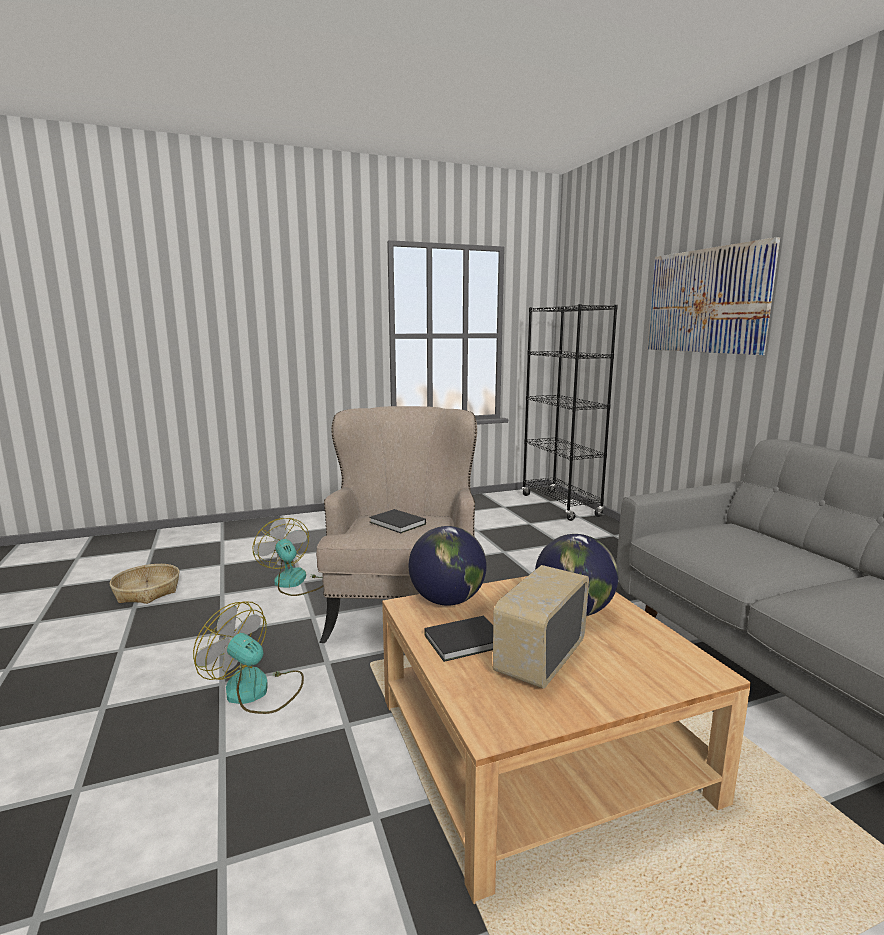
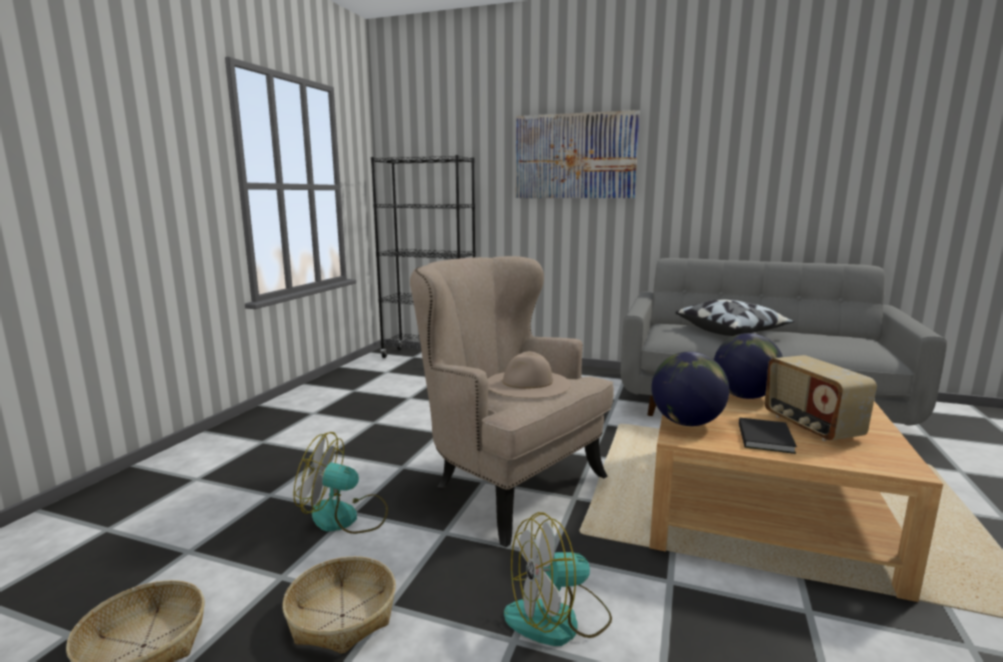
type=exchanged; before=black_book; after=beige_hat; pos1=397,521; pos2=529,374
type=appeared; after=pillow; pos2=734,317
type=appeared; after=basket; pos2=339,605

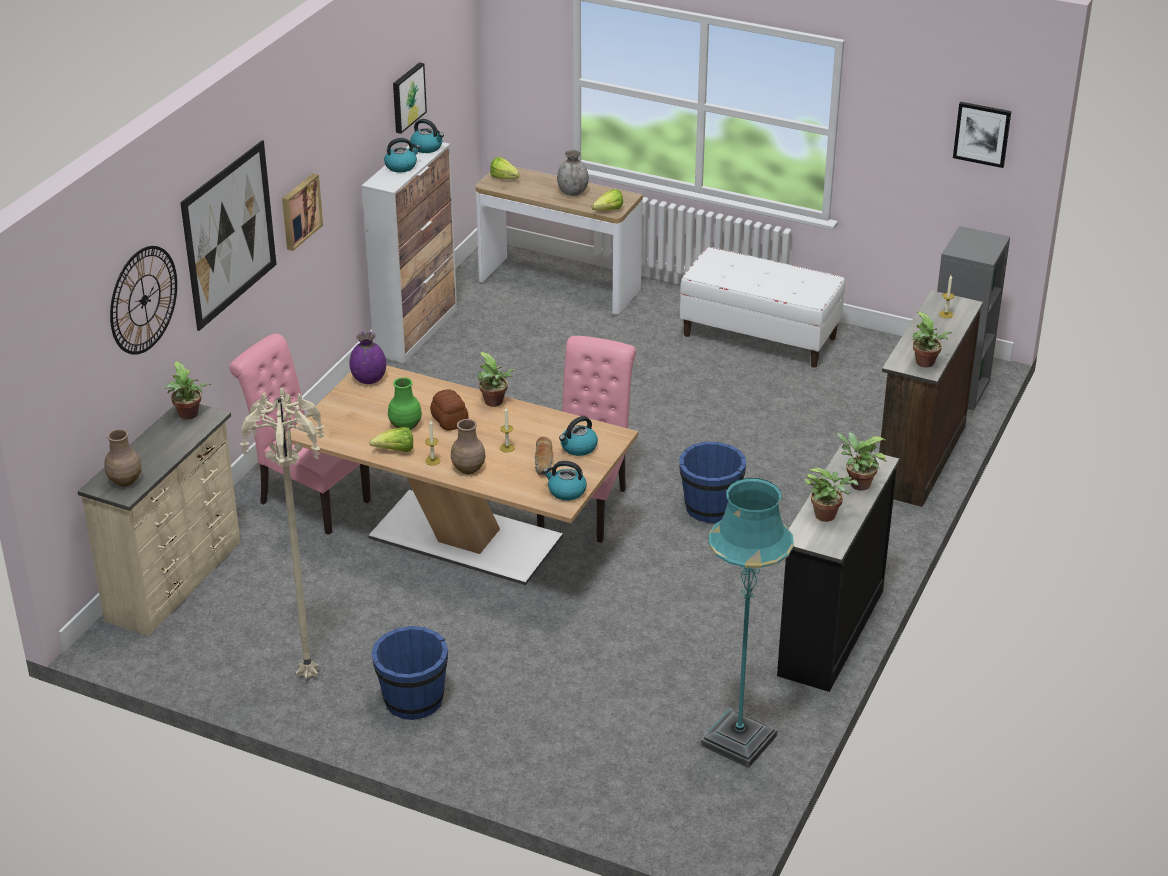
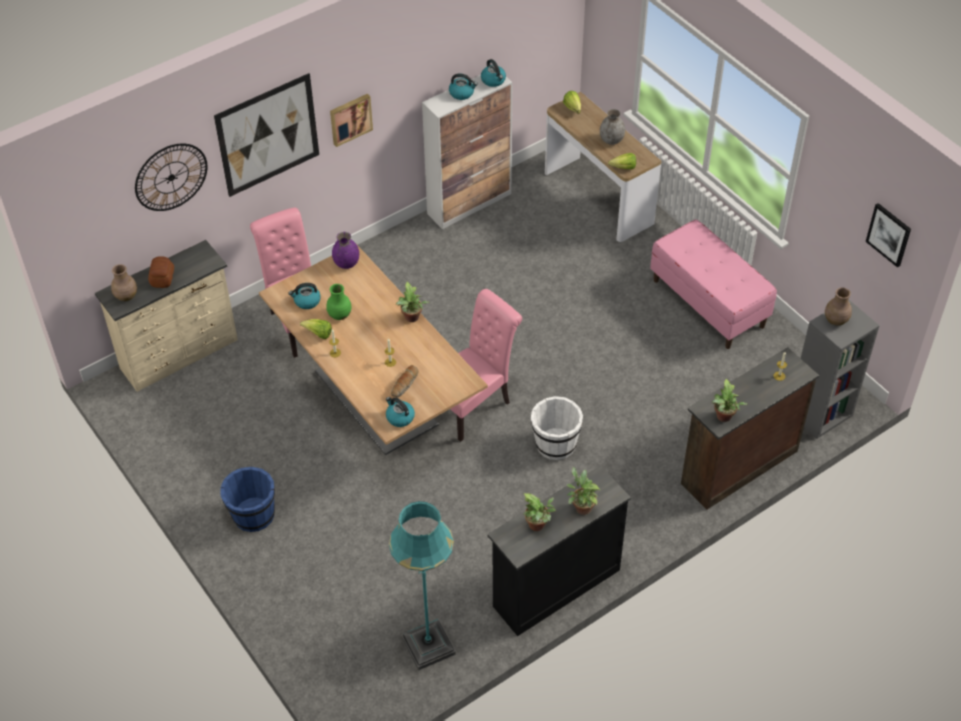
type=missing; before=picture; pos1=410,98
type=colour; before=white_bench; after=pink_bench; pos1=762,307; pos2=713,284
type=missing; before=potted_plant; pos1=188,390
type=missing; before=beige_floor_lamp; pos1=282,534
type=relocated; before=bread; pos1=449,410; pos2=161,272
type=relocated; before=kettle; pos1=578,436; pos2=305,296
type=relocated; before=brown_vase; pos1=468,446; pos2=838,306
type=colour; before=blue_bucket; after=white_bucket; pos1=712,482; pos2=557,428

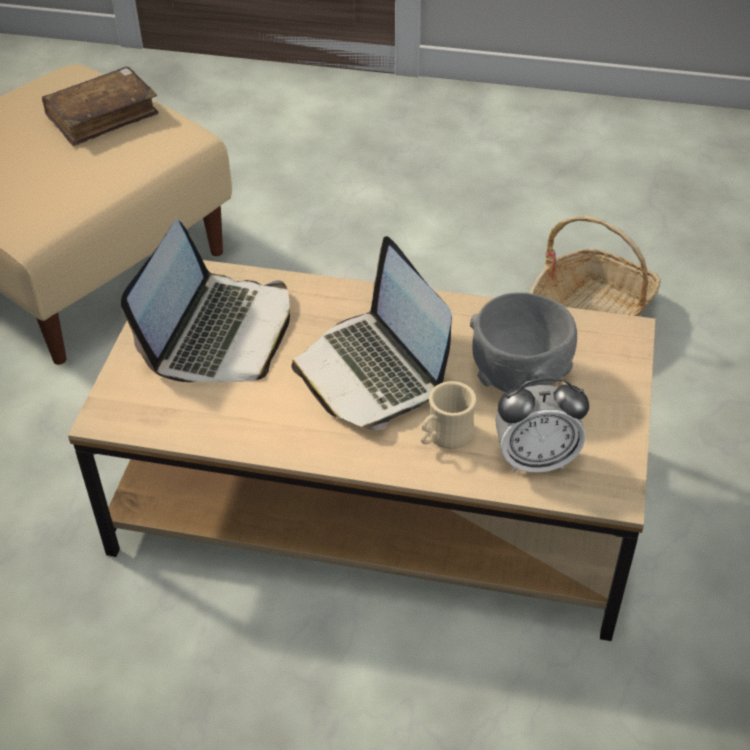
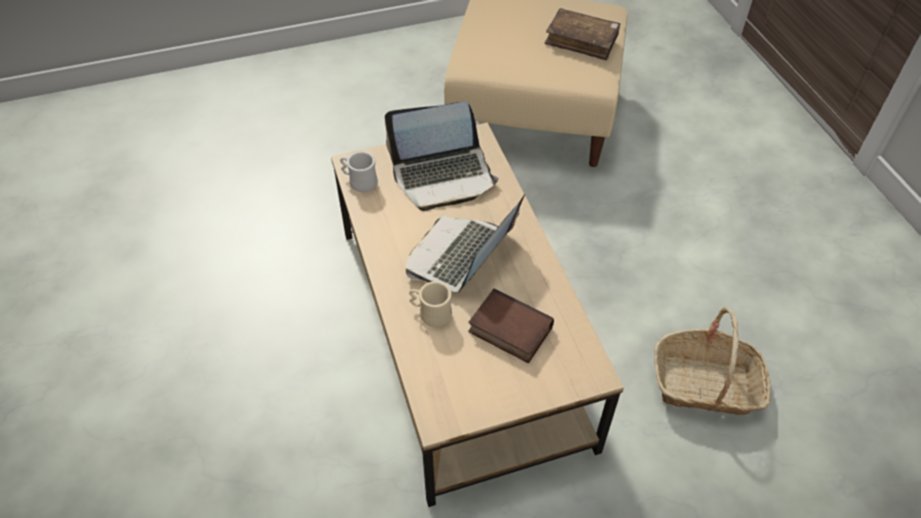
type=exchanged; before=grey_bowl; after=book; pos1=523,342; pos2=511,326
type=missing; before=alarm_clock; pos1=542,425
type=appeared; after=white_mug; pos2=359,171

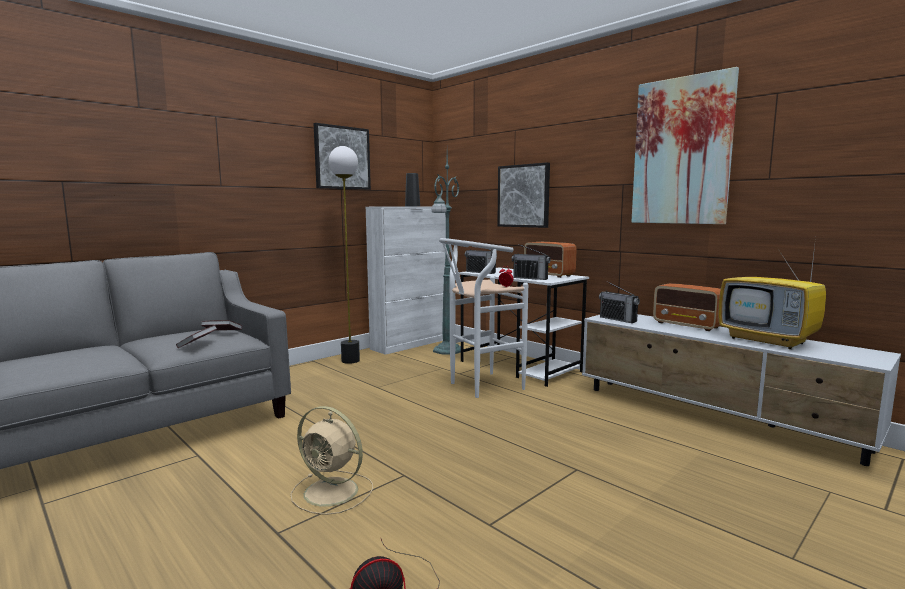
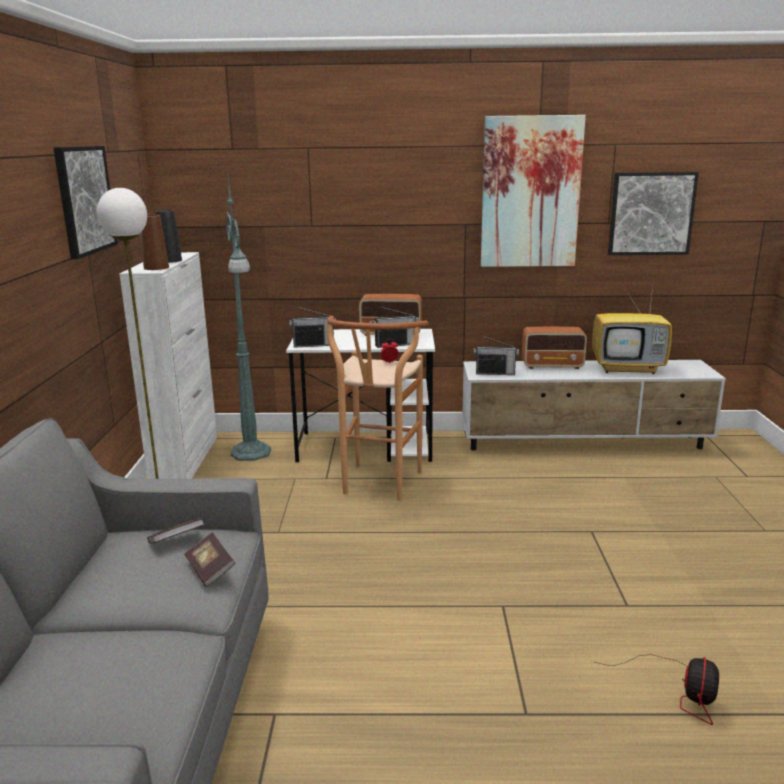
type=relocated; before=picture; pos1=523,195; pos2=653,213
type=colour; before=white_stool; after=brown_stool; pos1=483,318; pos2=377,408
type=missing; before=beige_fan; pos1=331,460
type=appeared; after=brown_vase; pos2=155,242

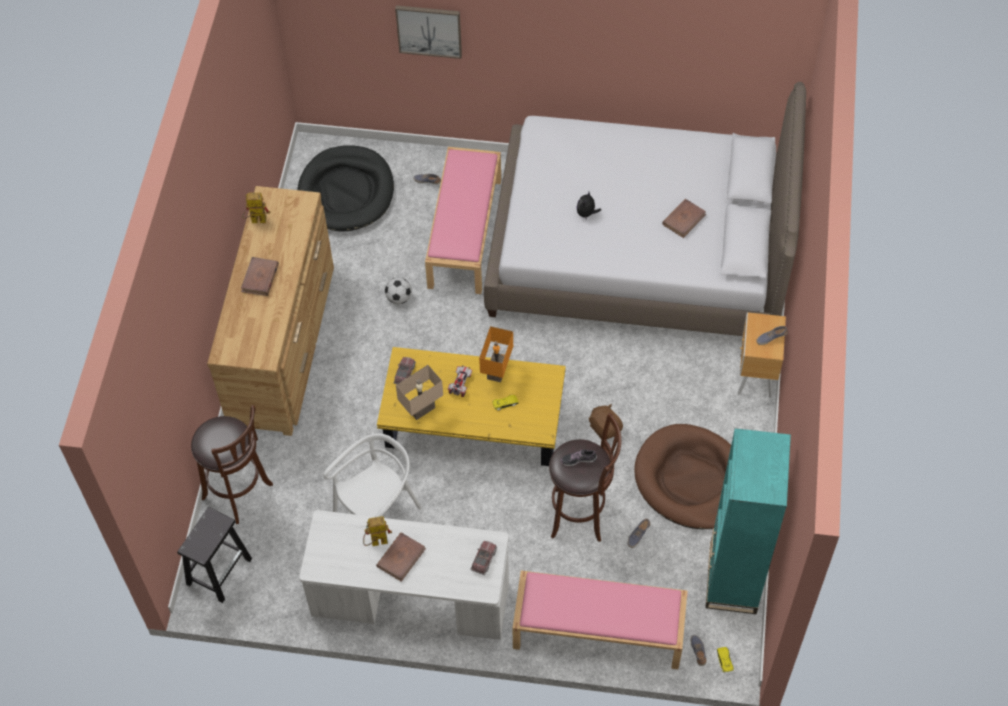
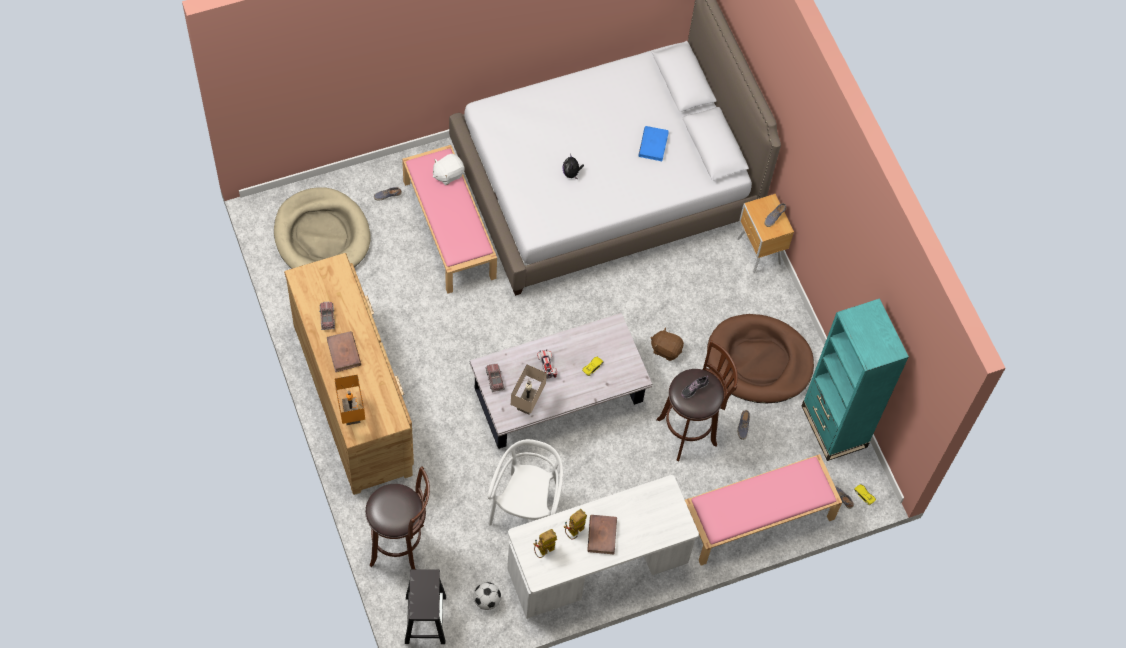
type=missing; before=picture; pos1=428,32
type=colour; before=black_dog_bed; after=beige_dog_bed; pos1=345,188; pos2=322,228
type=relocated; before=toy_robot; pos1=256,208; pos2=545,543
type=colour; before=brown_book; after=blue_book; pos1=684,218; pos2=653,143
type=relocated; before=football; pos1=398,290; pos2=487,596
type=relocated; before=orange_table_lamp; pos1=496,354; pos2=350,399
type=colour; before=yellow_coffee_table; after=white_coffee_table; pos1=471,406; pos2=561,381
type=relocated; before=toy_truck; pos1=483,558; pos2=327,316
type=appeared; after=white_plush_toy; pos2=449,169

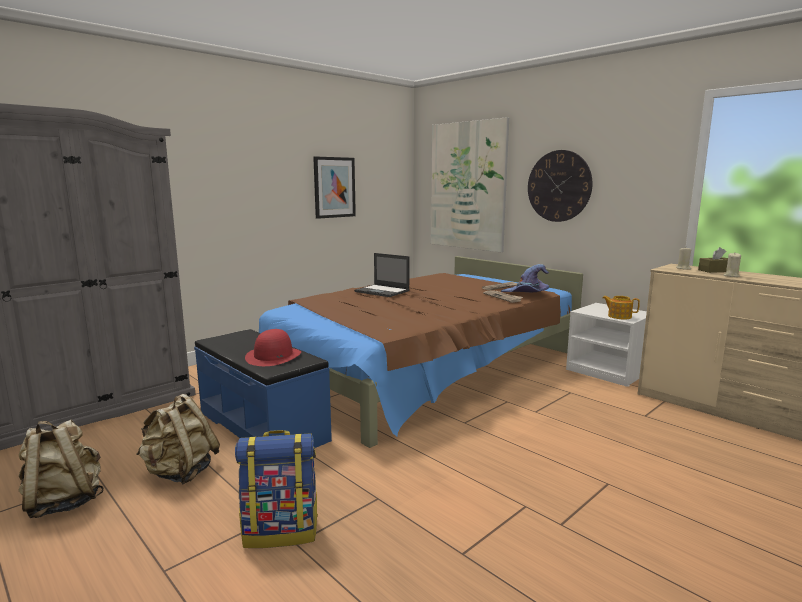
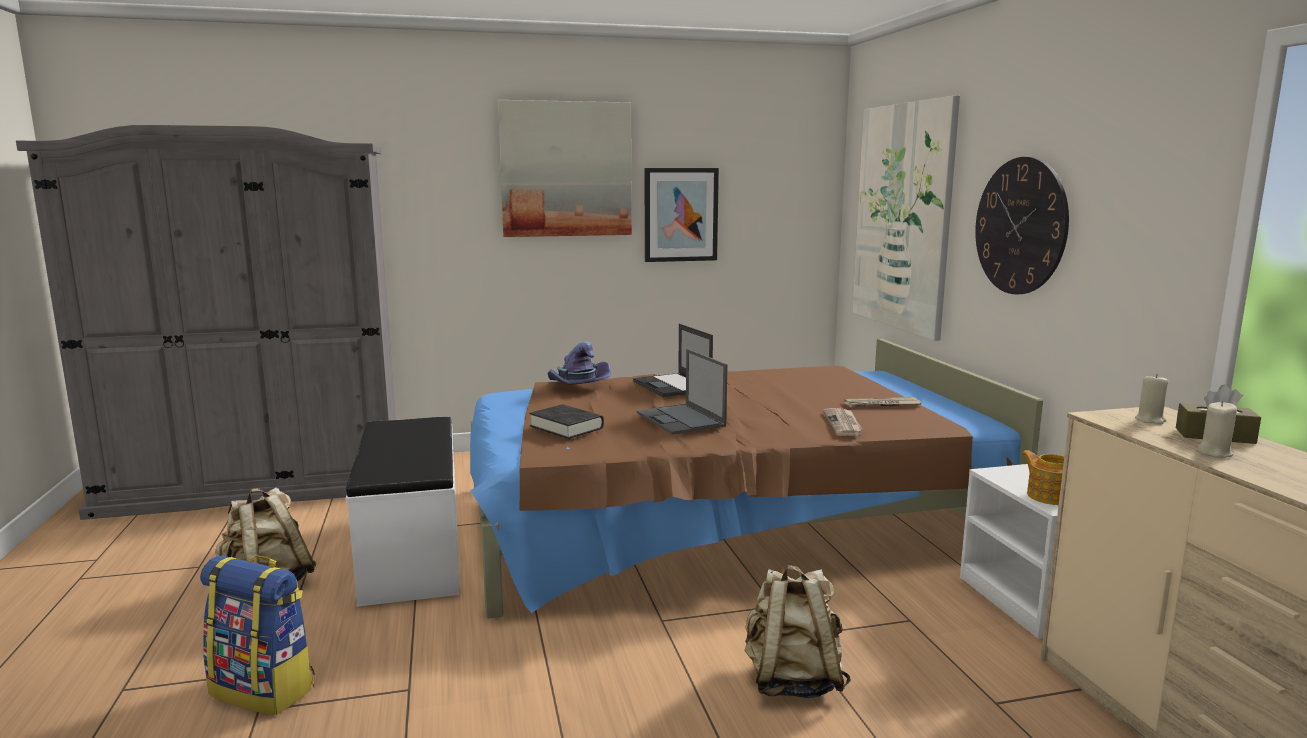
type=relocated; before=purple_hat; pos1=525,278; pos2=579,363
type=colour; before=blue_bench; after=white_bench; pos1=263,388; pos2=403,512
type=missing; before=red_hat; pos1=273,347
type=relocated; before=beige_backpack; pos1=61,468; pos2=797,631
type=appeared; after=picture; pos2=565,168
type=appeared; after=laptop; pos2=682,391
type=appeared; after=black_book; pos2=566,421

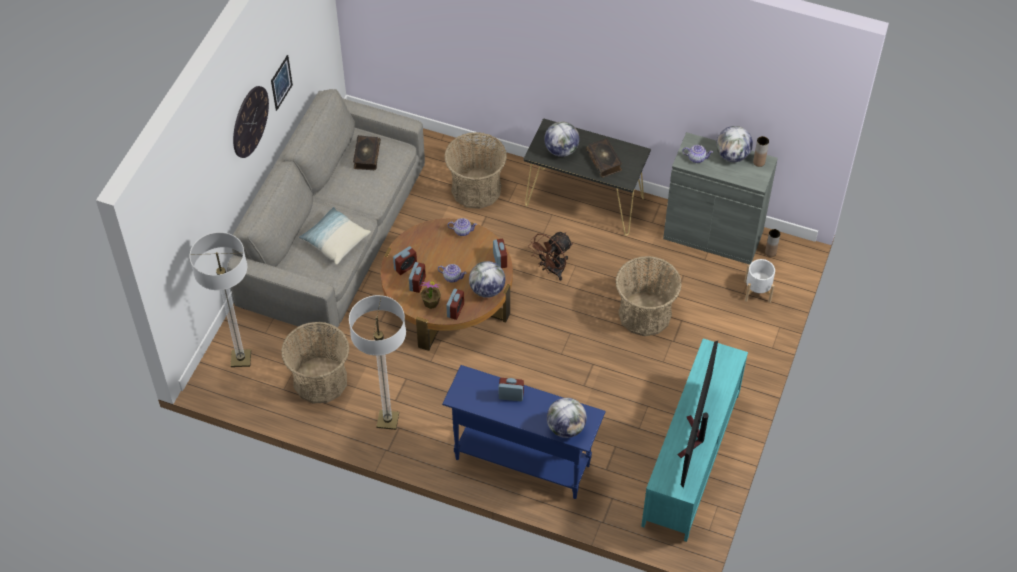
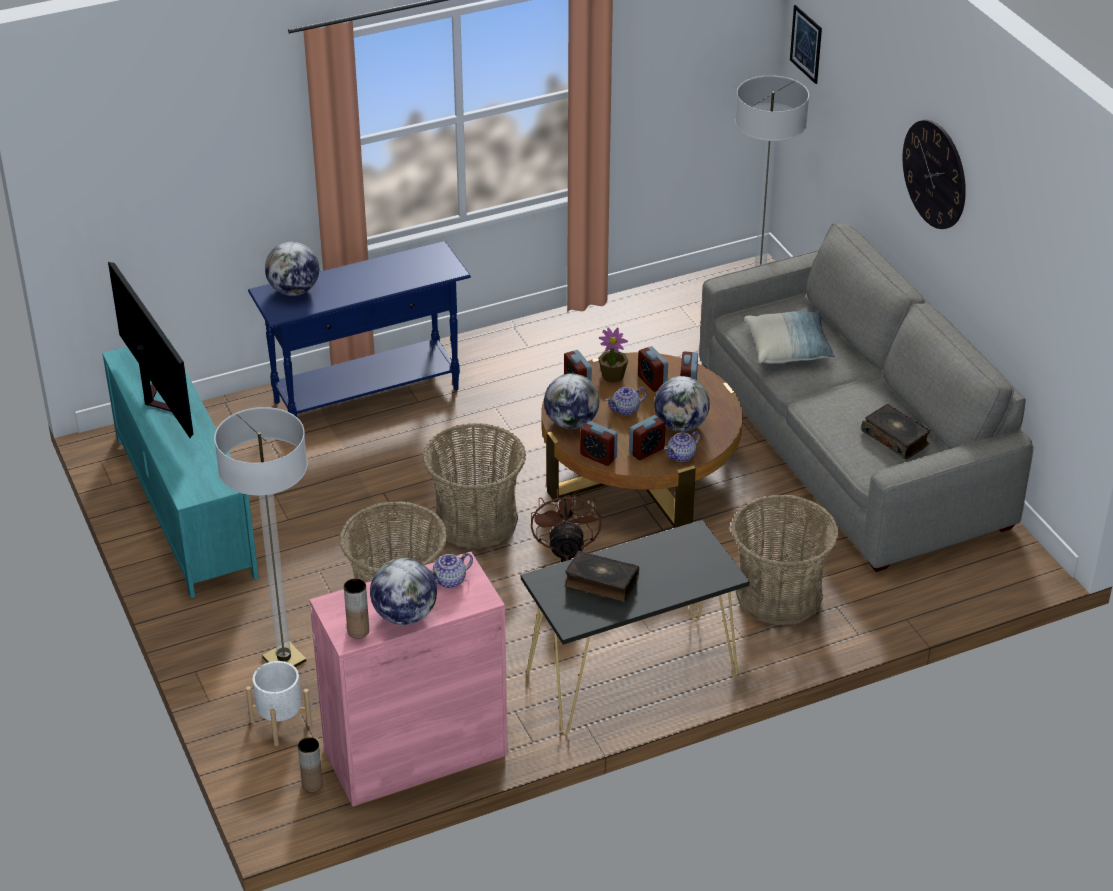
type=relocated; before=picture; pos1=282,83; pos2=806,44
type=relocated; before=globe; pos1=561,139; pos2=682,404
type=colour; before=grey_cabinet; after=pink_cabinet; pos1=720,198; pos2=408,679
type=relocated; before=floor_lamp; pos1=377,362; pos2=261,537
type=relocated; before=basket; pos1=315,362; pos2=474,486
type=relocated; before=alarm_clock; pos1=511,390; pos2=647,437

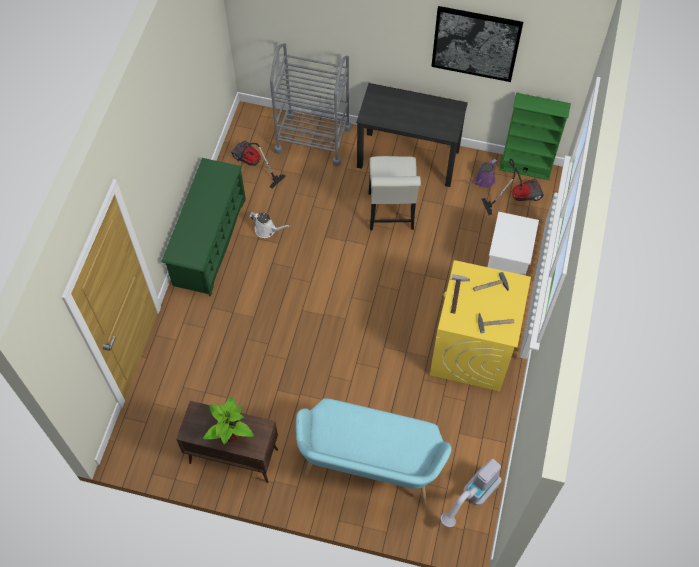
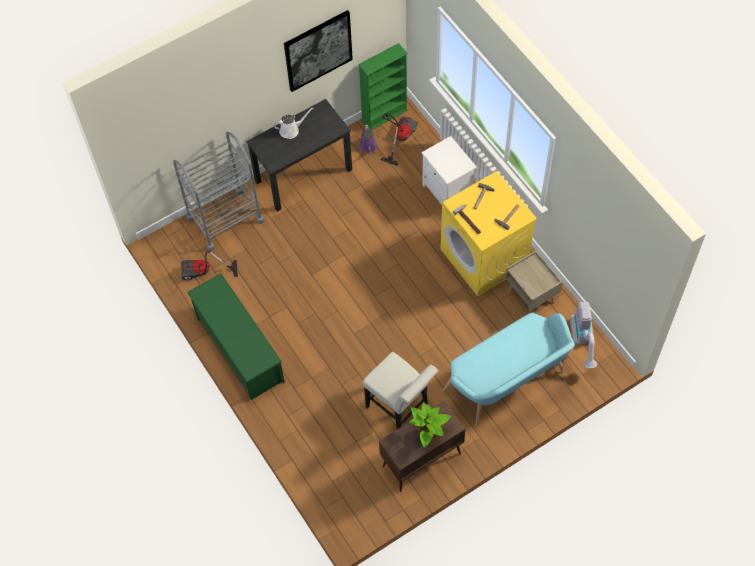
type=relocated; before=white_chair; pos1=394,193; pos2=400,390
type=relocated; before=white_watering_can; pos1=269,225; pos2=294,123
type=appeared; after=beige_nightstand; pos2=533,282

